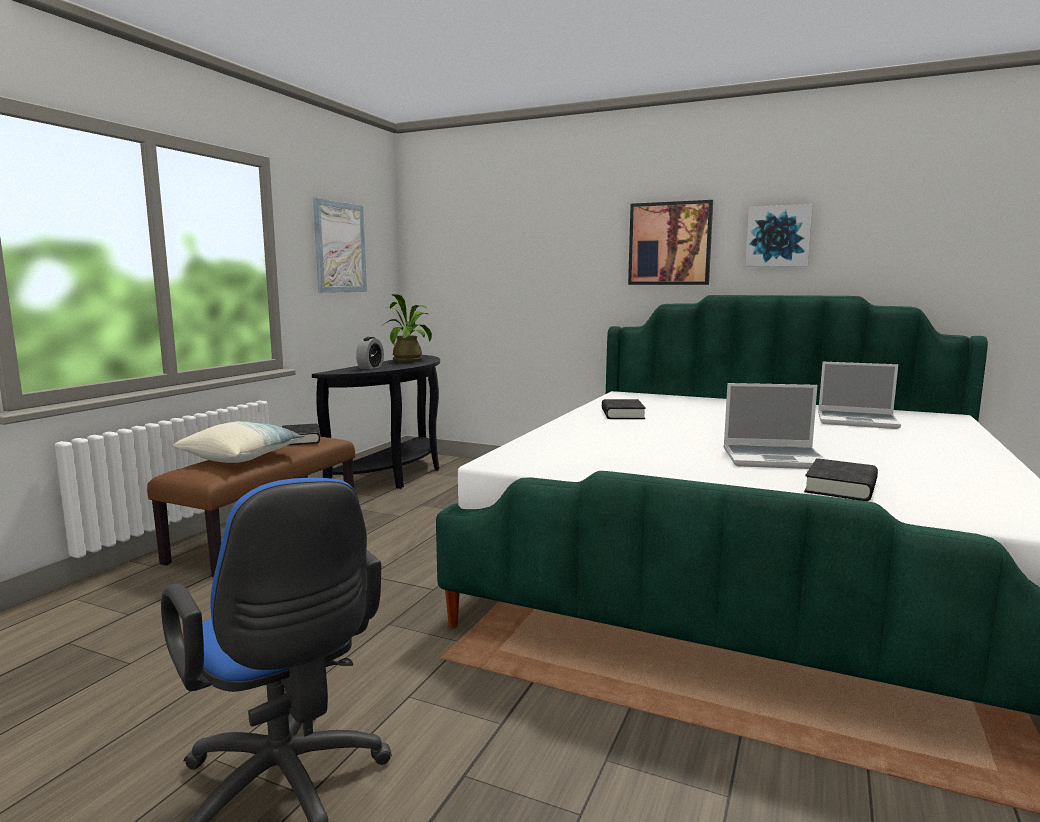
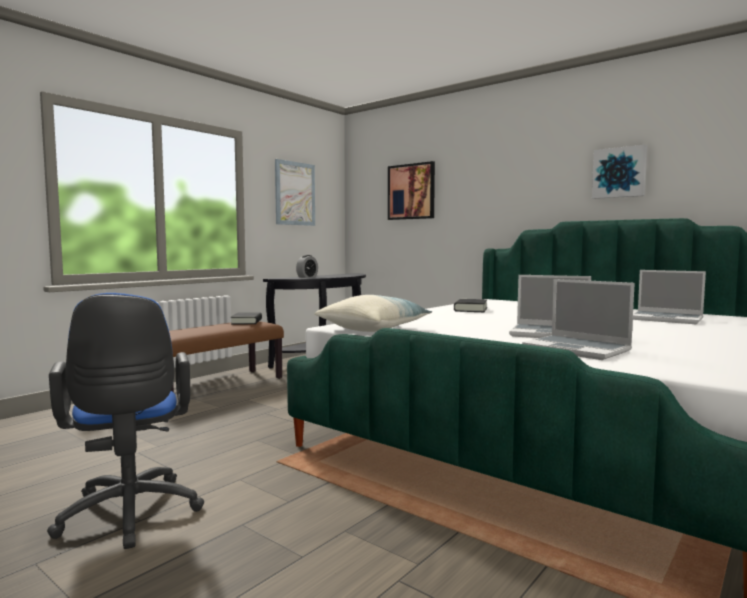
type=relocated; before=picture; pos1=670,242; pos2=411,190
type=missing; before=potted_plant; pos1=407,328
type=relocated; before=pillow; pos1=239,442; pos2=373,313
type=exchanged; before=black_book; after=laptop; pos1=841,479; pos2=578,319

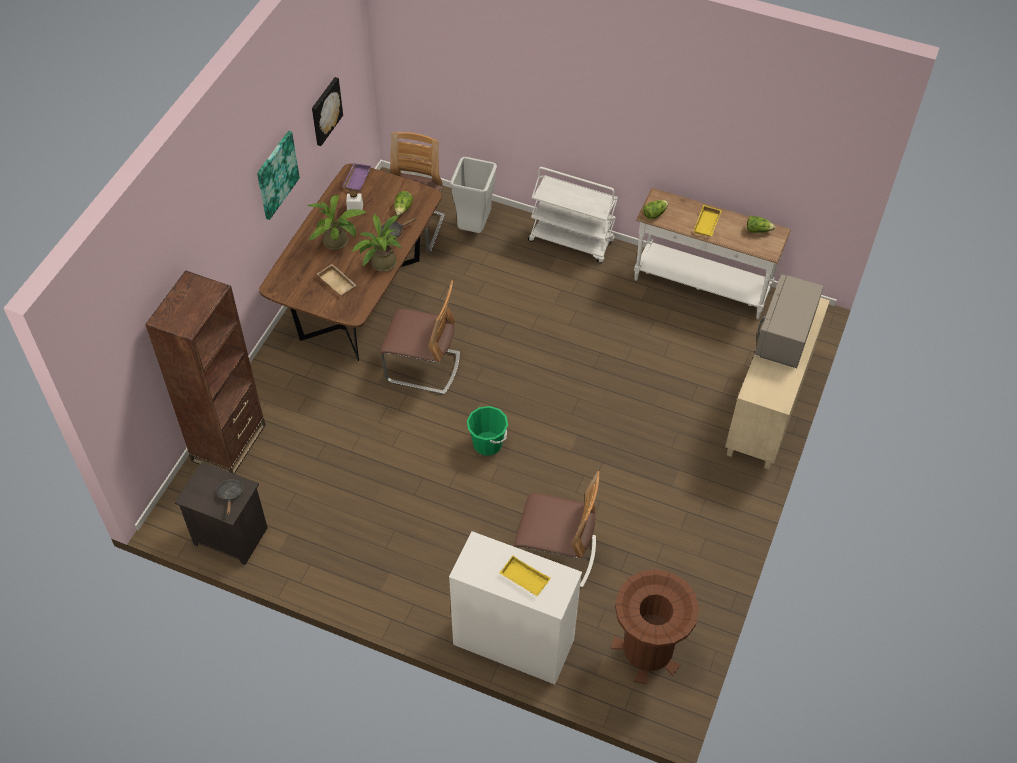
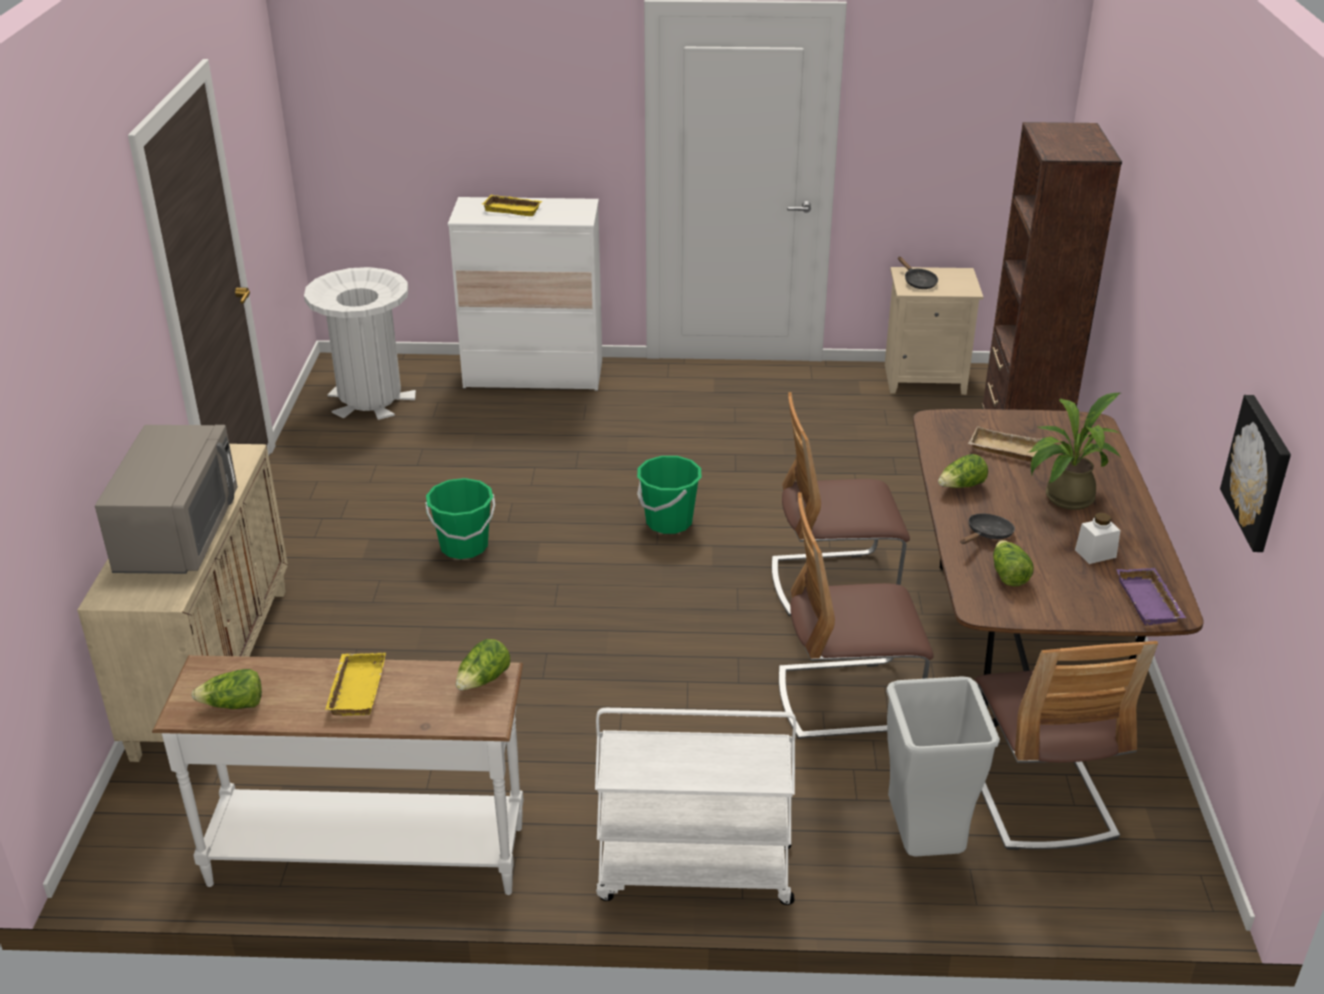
type=missing; before=picture; pos1=278,175
type=exchanged; before=potted_plant; after=lettuce; pos1=376,243; pos2=963,471
type=colour; before=black_nightstand; after=beige_nightstand; pos1=221,513; pos2=934,331
type=relocated; before=chair; pos1=556,529; pos2=856,615
type=colour; before=brown_trash_can; after=white_trash_can; pos1=655,626; pos2=360,343
type=appeared; after=green_bucket; pos2=460,518

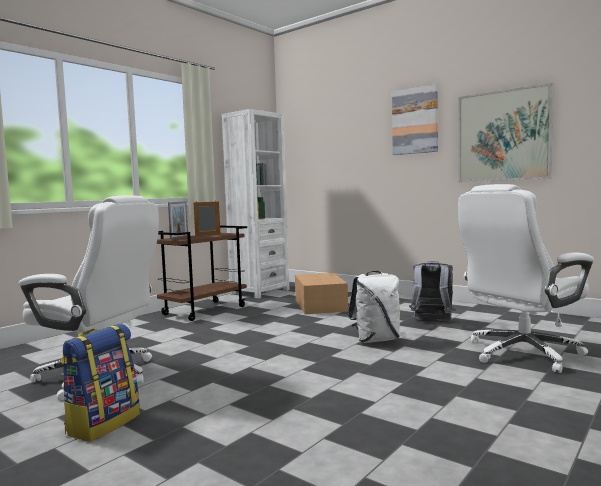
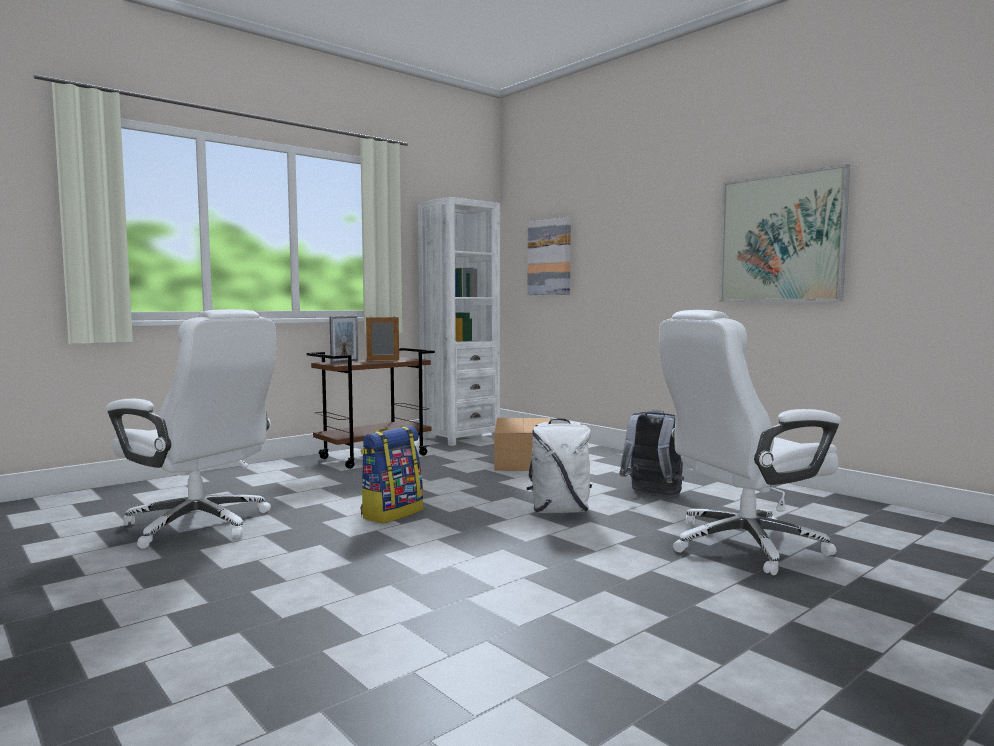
type=relocated; before=picture; pos1=415,119; pos2=549,256
type=relocated; before=backpack; pos1=100,383; pos2=392,475

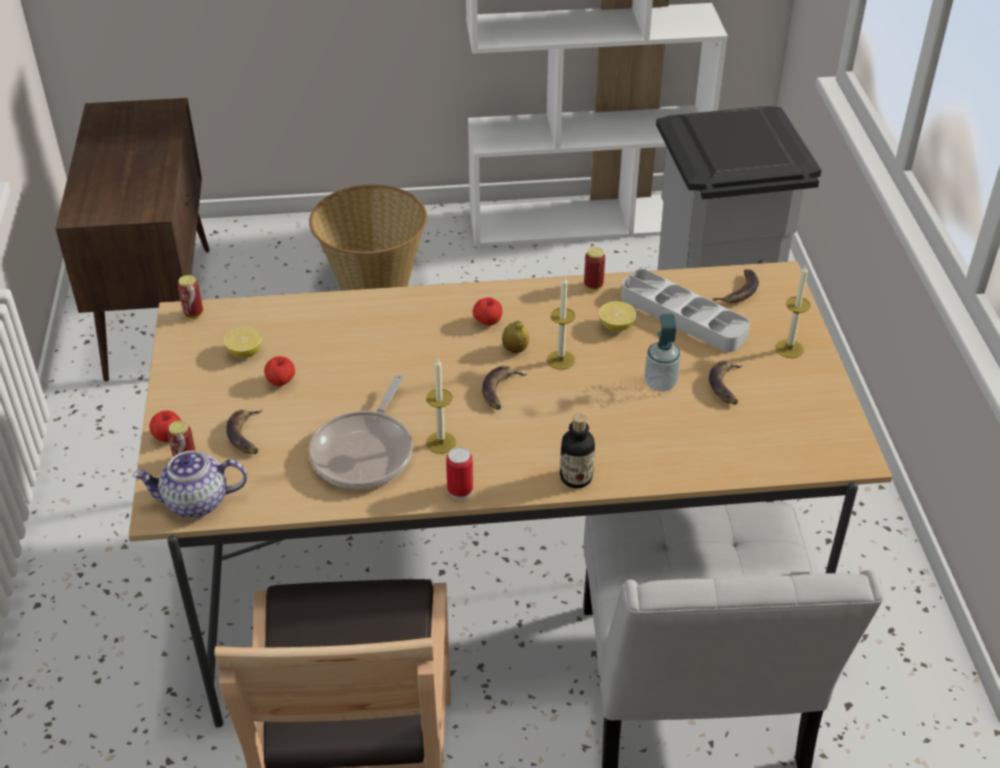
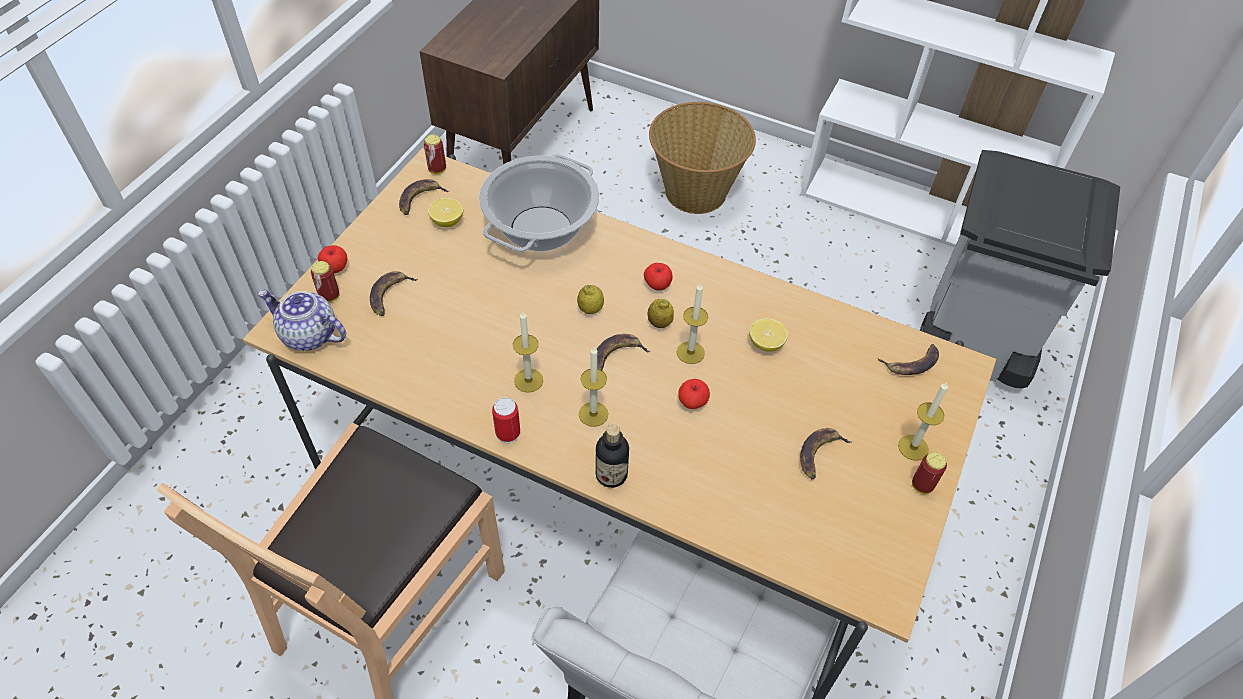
type=relocated; before=can; pos1=594,269; pos2=929,473
type=missing; before=grey_tray; pos1=685,310
type=missing; before=soap_dispenser; pos1=663,352
type=relocated; before=apple; pos1=279,371; pos2=694,394
type=missing; before=frying_pan; pos1=360,432
type=appeared; after=cooking_pot; pos2=539,203
type=appeared; after=banana; pos2=424,197
type=appeared; after=lemon; pos2=590,299
type=appeared; after=candle; pos2=593,387

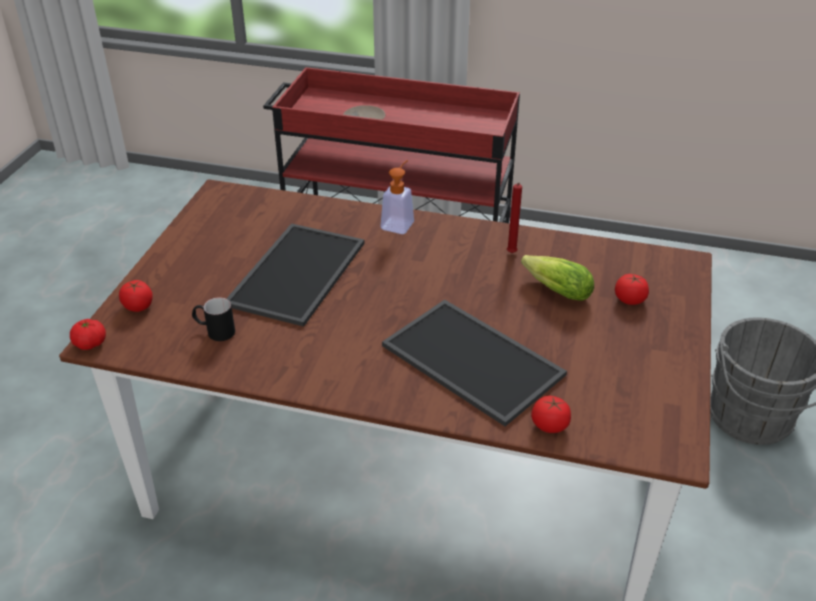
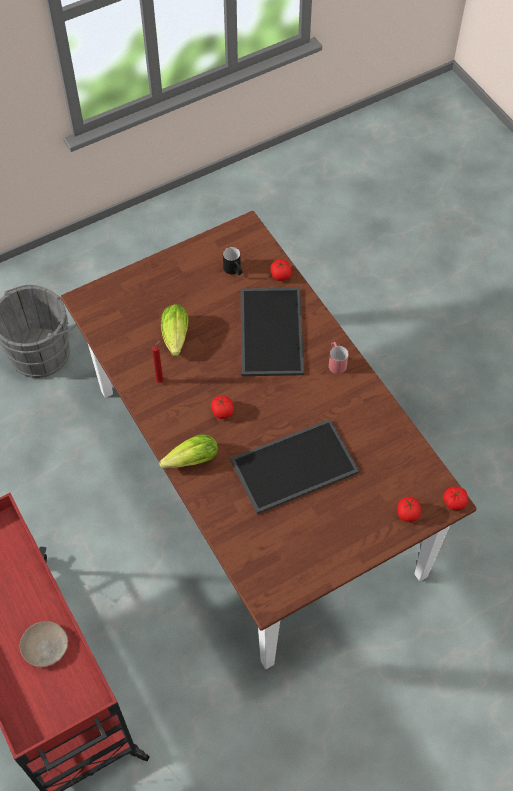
type=exchanged; before=soap_dispenser; after=lettuce; pos1=397,197; pos2=188,451
type=relocated; before=tomato; pos1=632,289; pos2=222,407
type=relocated; before=black_mug; pos1=213,319; pos2=233,261
type=appeared; after=red_mug; pos2=339,358

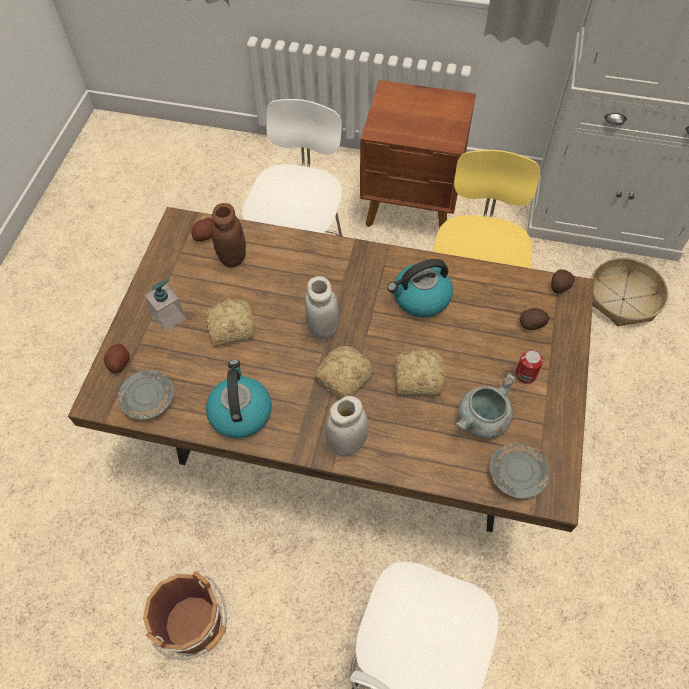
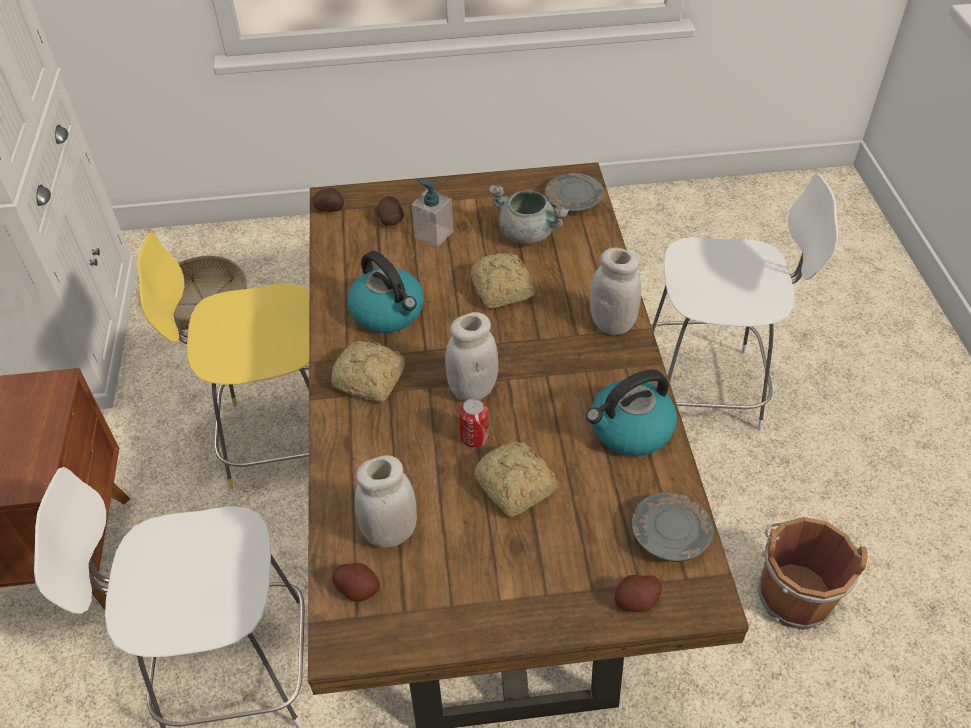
type=colour; before=brown_jar; after=white_jar; pos1=228,235; pos2=386,501
type=relocated; before=soap_dispenser; pos1=165,304; pos2=432,213
type=relocated; before=bread; pos1=344,372; pos2=368,371
type=relocated; before=can; pos1=529,367; pos2=474,422

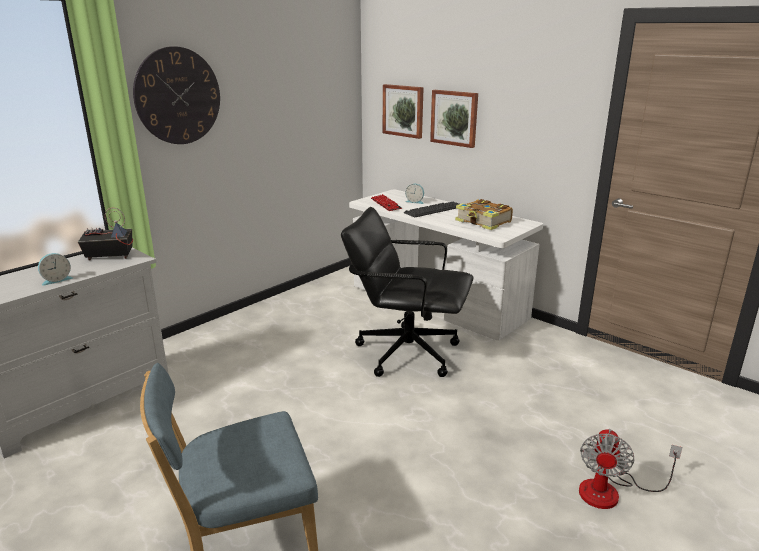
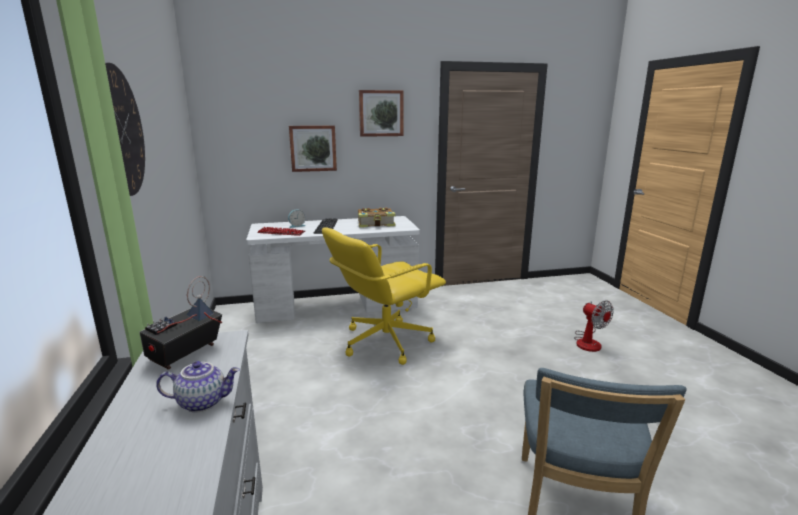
type=relocated; before=picture; pos1=403,111; pos2=381,113
type=colour; before=black_office_chair; after=yellow_office_chair; pos1=407,292; pos2=384,296
type=exchanged; before=alarm_clock; after=teapot; pos1=55,269; pos2=198,386

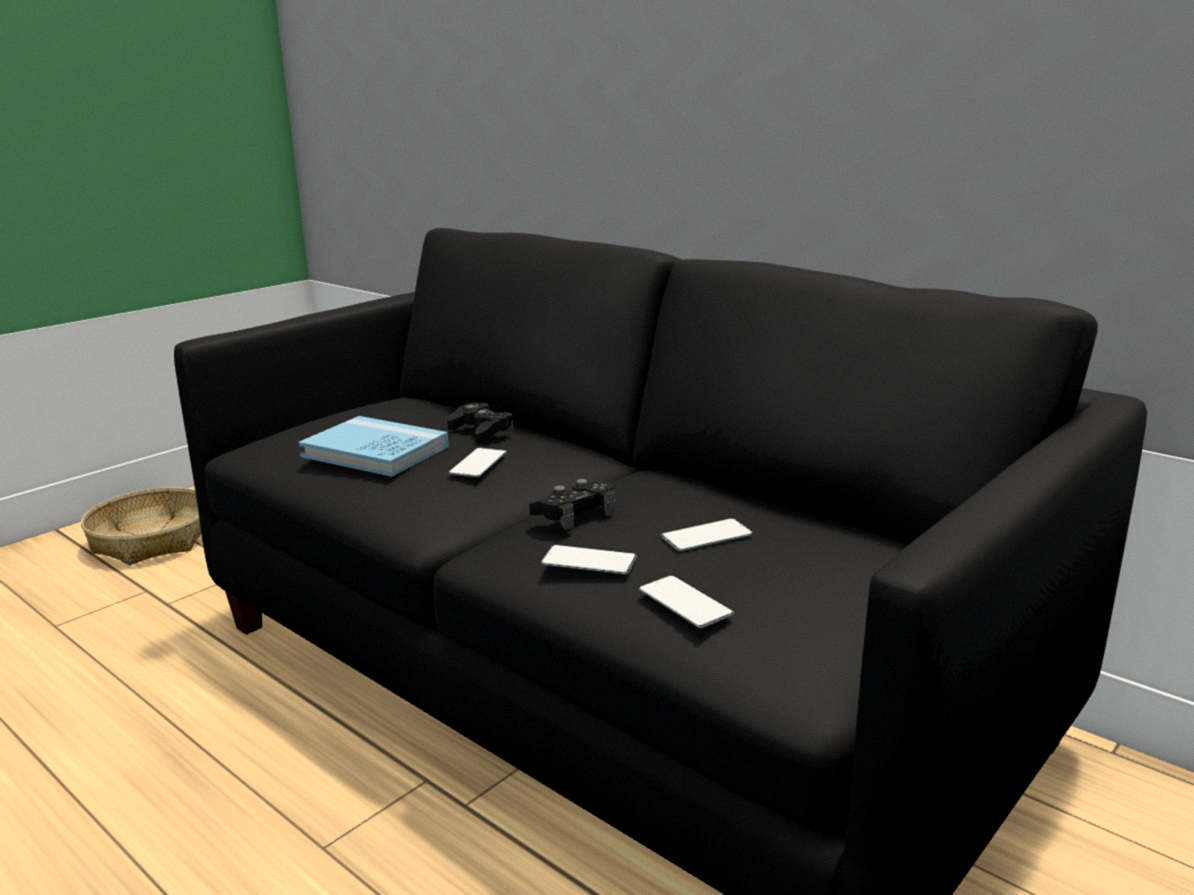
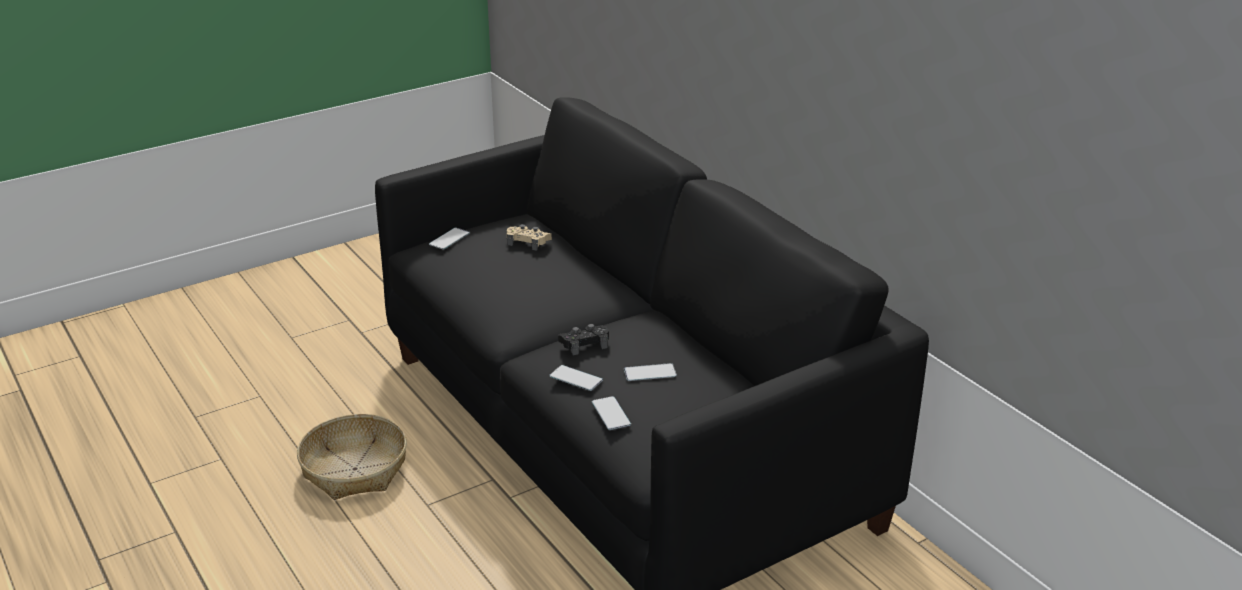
type=missing; before=black_game_controller; pos1=480,423
type=missing; before=blue_book; pos1=374,446
type=relocated; before=phone; pos1=478,462; pos2=449,238
type=relocated; before=basket; pos1=141,526; pos2=352,457
type=appeared; after=beige_game_controller; pos2=529,237

